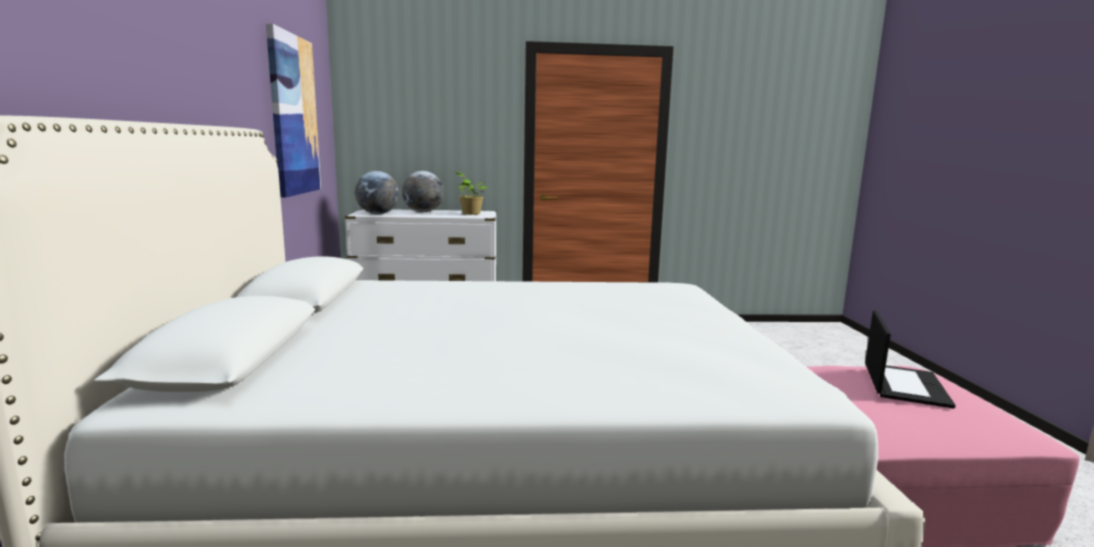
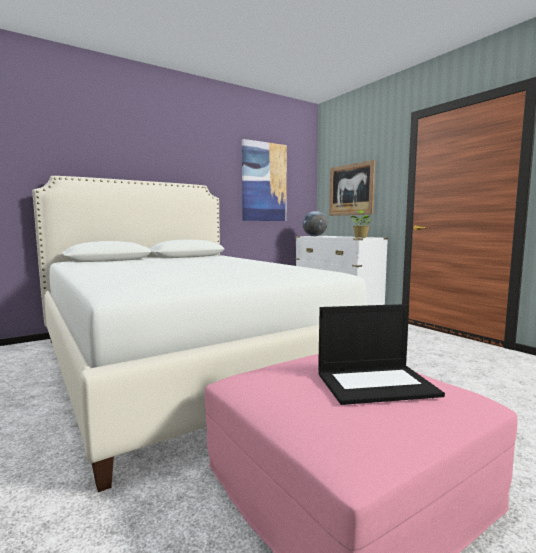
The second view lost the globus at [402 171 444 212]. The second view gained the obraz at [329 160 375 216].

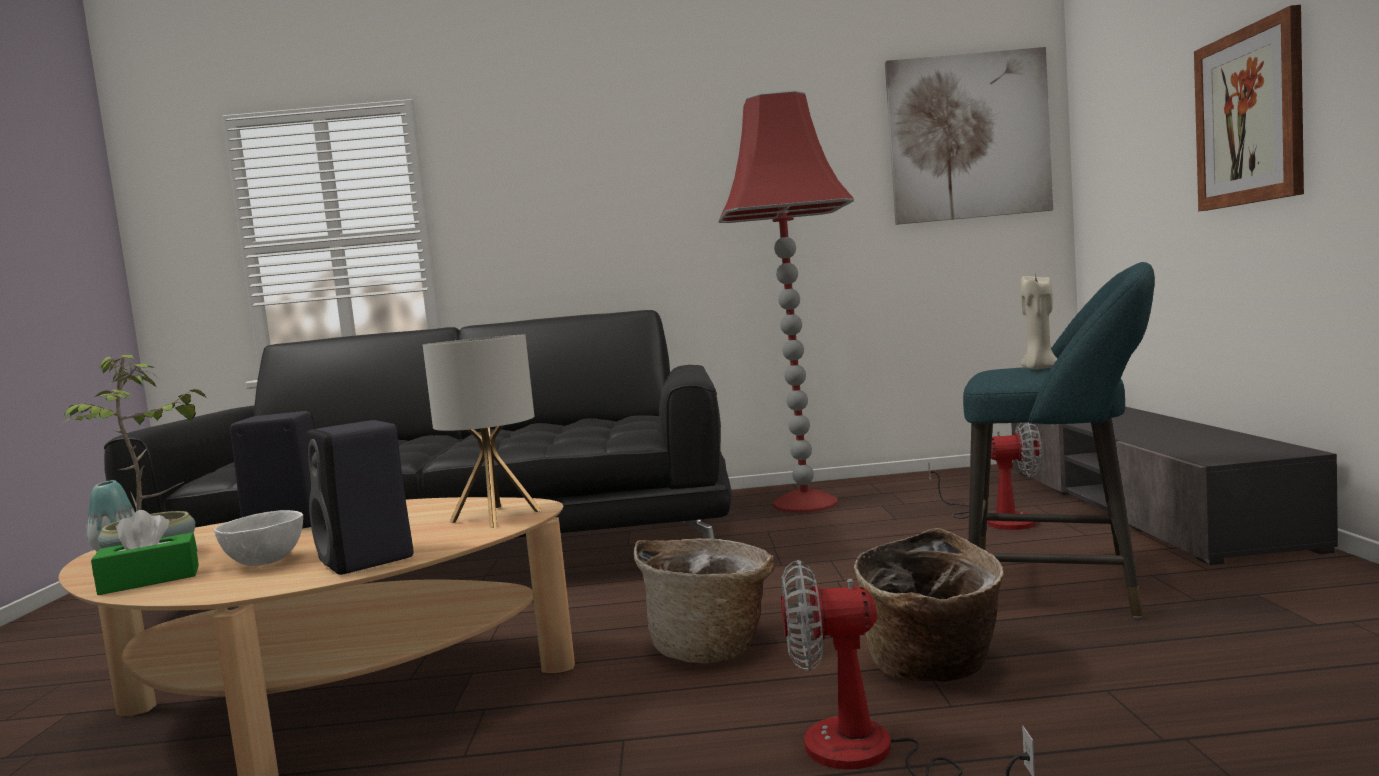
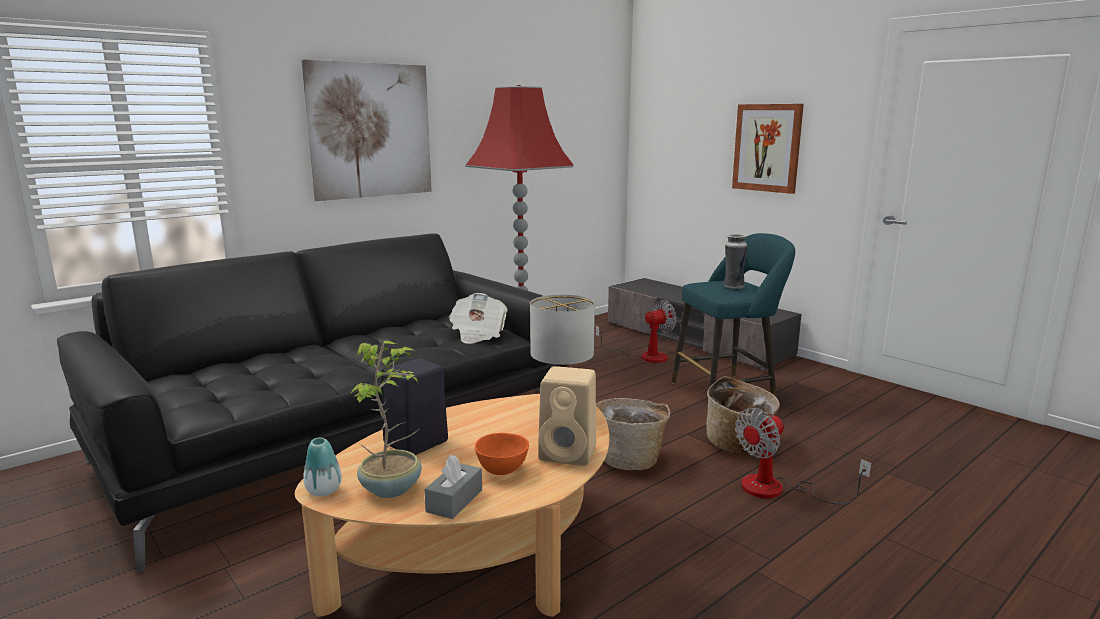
What was the pudełko chusteczek (zielony) at [91 510 199 595] turned into the pudełko chusteczek (szary) at [424 454 482 519]. What was the miska (biały) at [214 510 303 566] turned into the miska (pomarańczowy) at [475 433 529 475]. What was the głośnik (czarny) at [306 420 413 575] turned into the głośnik (beżowy) at [538 366 596 466]. The obraz ended up elsewhere, having gone from [885 47 1053 225] to [302 59 432 201]. Where the świeca (beżowy) stood at [1020 276 1057 370], the wazon came to stand at [724 234 747 289]. The second view gained the gazeta at [449 293 508 344].

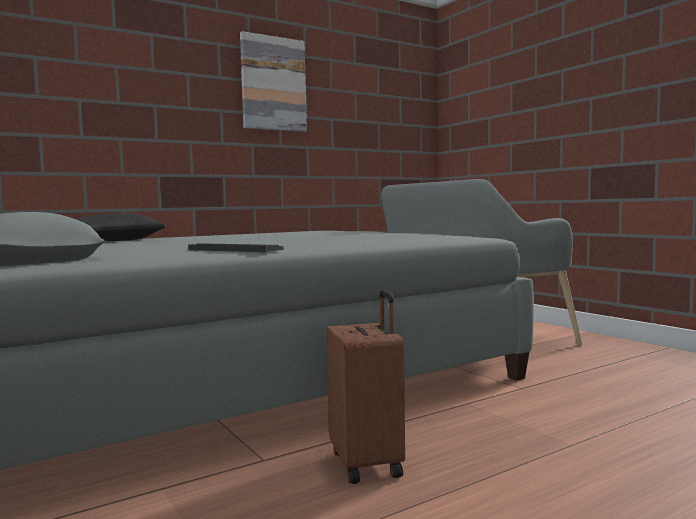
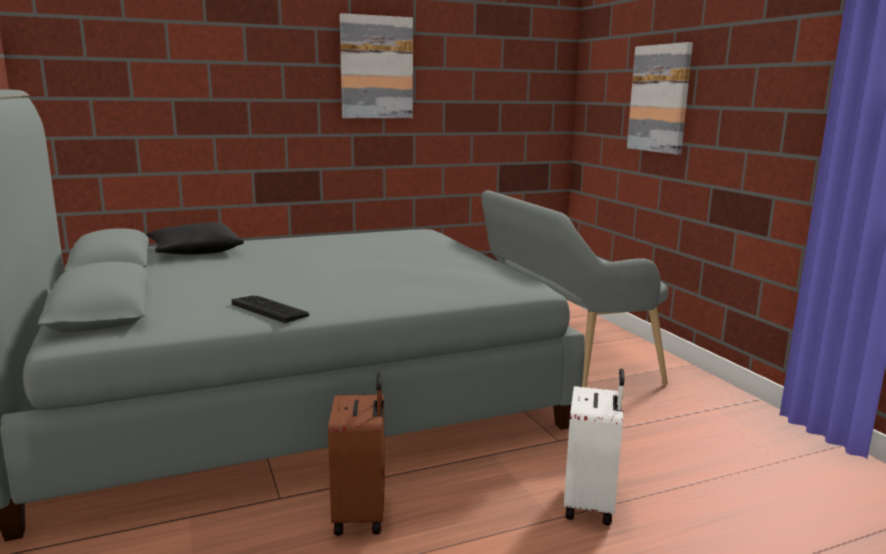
The second view gained the walizka (biały) at [564 369 624 526]. The second view gained the obraz at [627 42 693 155].

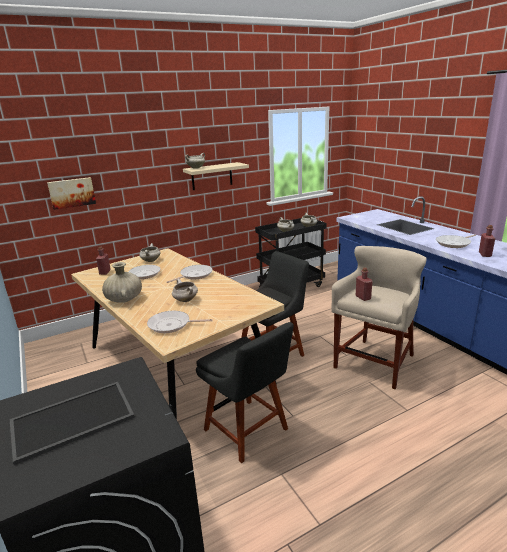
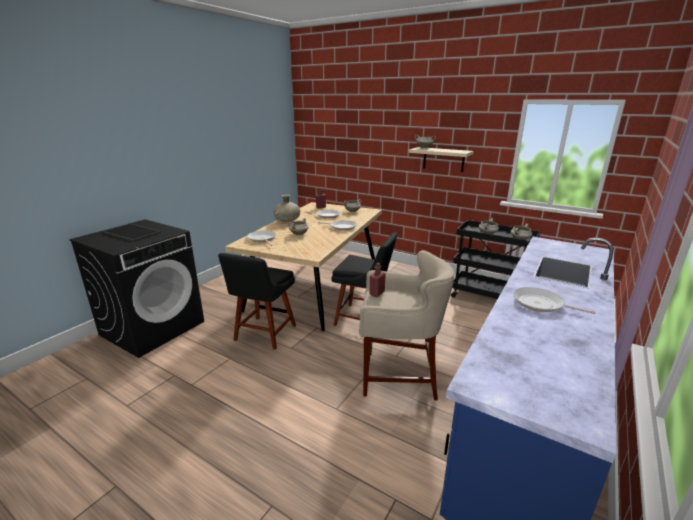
The second view lost the obraz at [47 177 96 210]. The second view lost the butelka (czerwony) at [479 225 495 257].

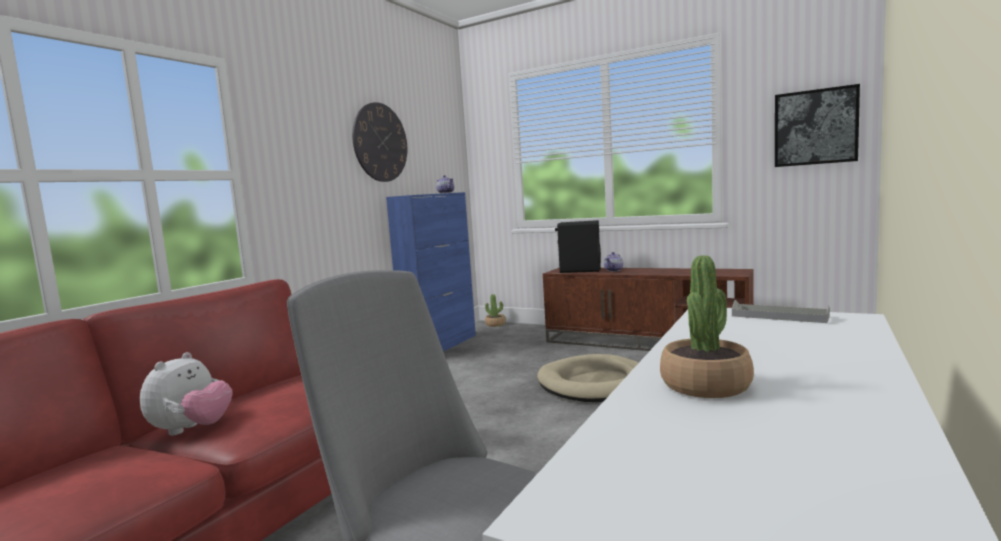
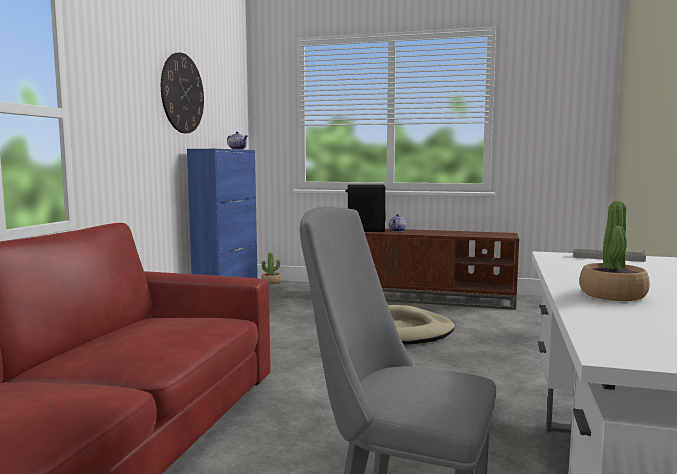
The second view lost the pluszak at [140 352 232 436]. The second view lost the obraz at [775 84 860 167].

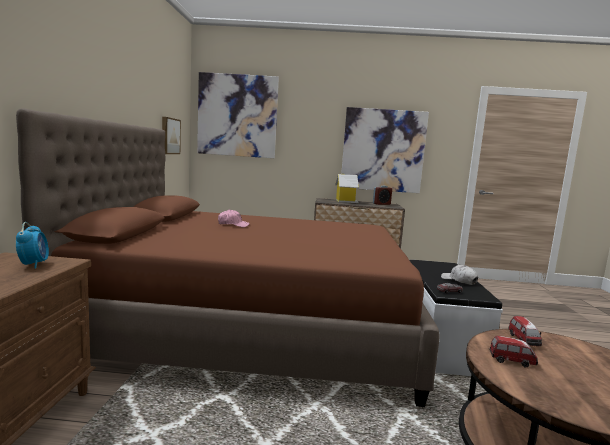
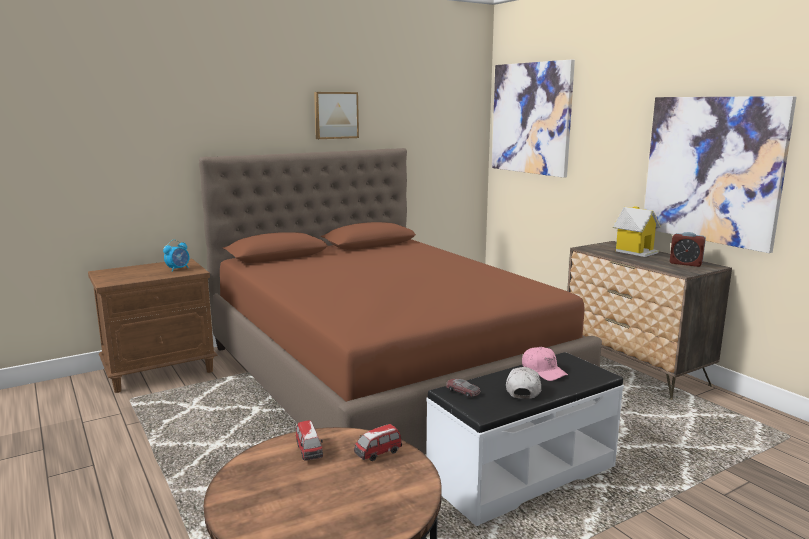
The obraz ended up elsewhere, having gone from [162 117 181 154] to [314 92 359 139]. The czapka z daszkiem (różowy) ended up elsewhere, having gone from [218 209 250 227] to [522 347 568 381].

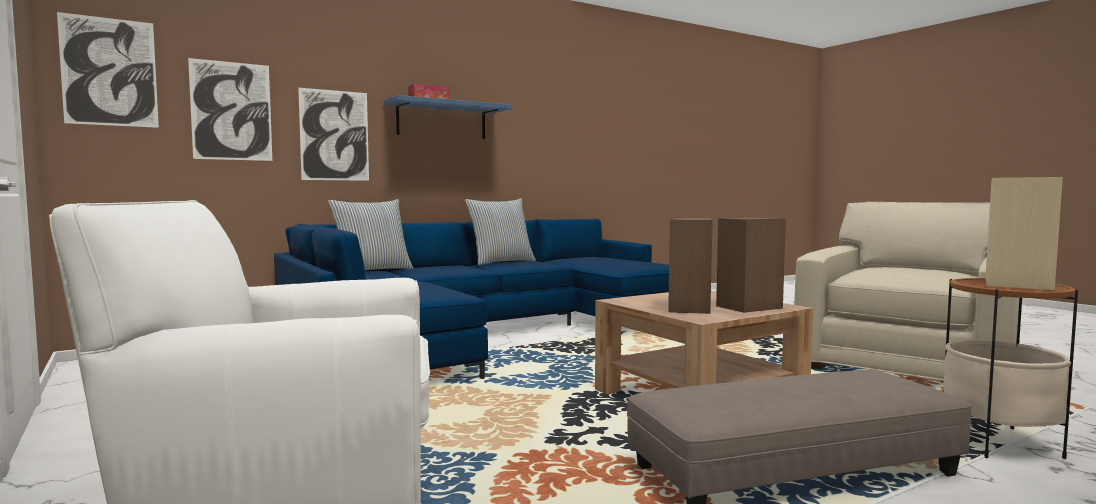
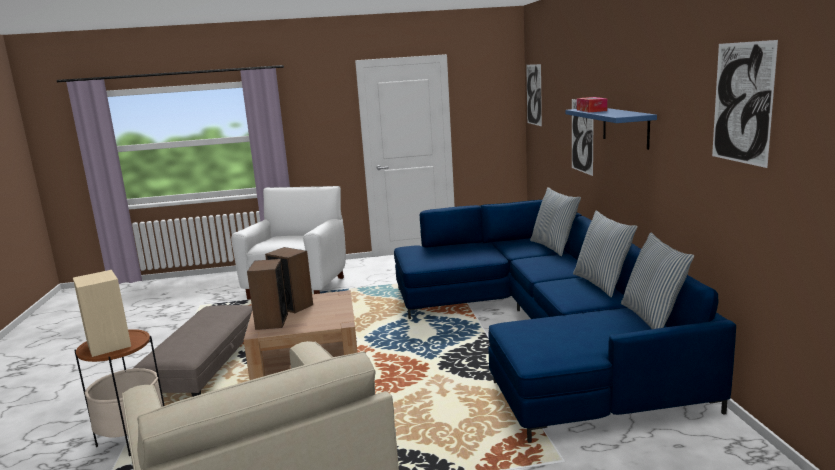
The obraz ended up elsewhere, having gone from [188 58 272 161] to [712 40 778 168]. The second view gained the poduszka at [621 232 694 329].

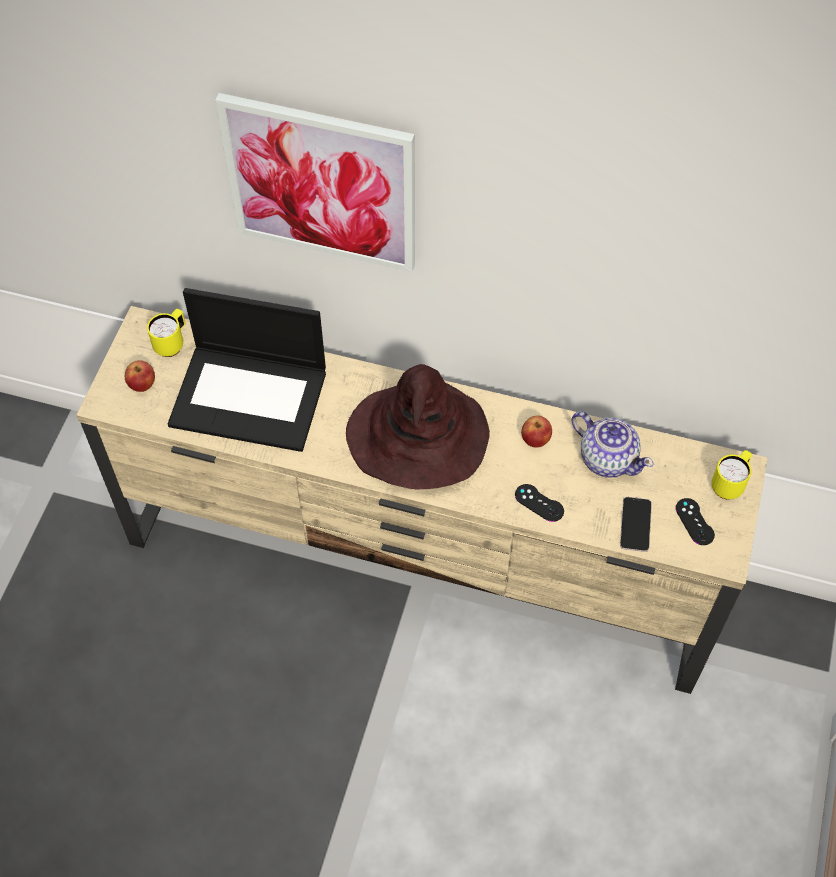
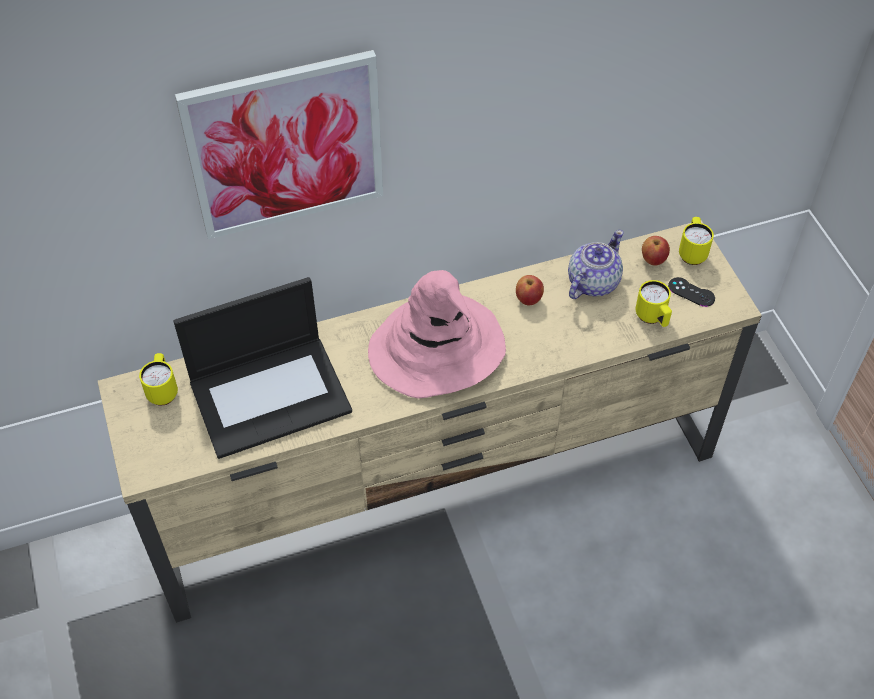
The jabłko ended up elsewhere, having gone from [125 360 155 392] to [642 236 670 266]. What was the kapelusz (brązowy) at [346 364 490 489] turned into the kapelusz (różowy) at [368 270 506 399]. The second view lost the pad do gier (czarny) at [515 484 564 522]. The imbryk at [571 412 654 478] ended up facing another way, 60 degrees counterclockwise from before. Where the telefon stood at [620 497 652 552], the kubek (żółty) came to stand at [635 280 672 327].

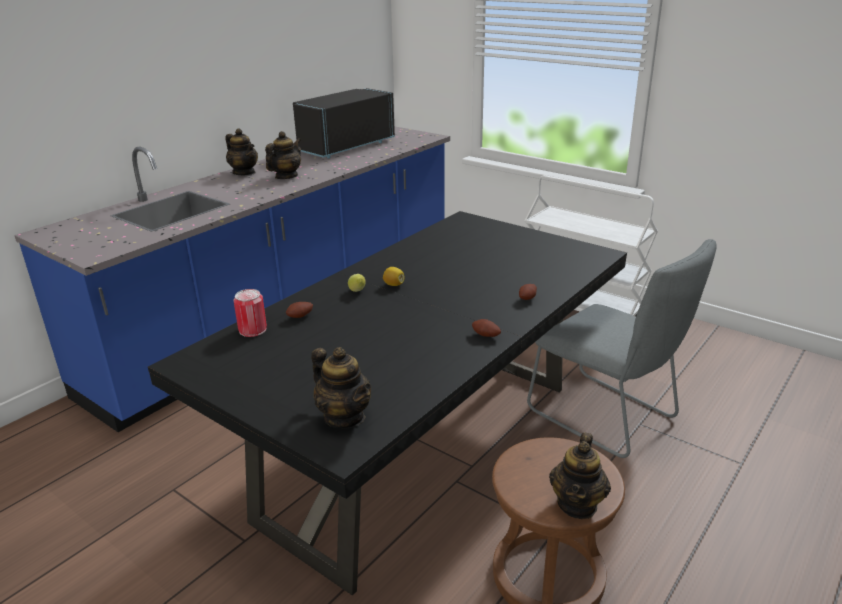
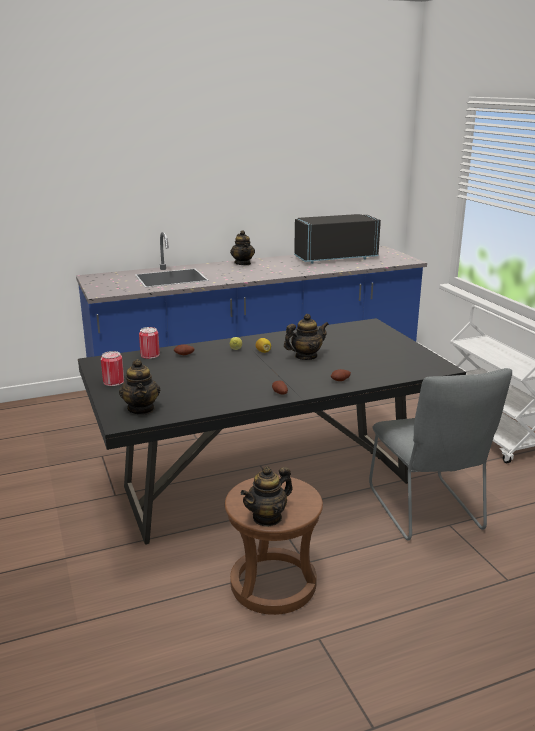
The imbryk ended up elsewhere, having gone from [265 131 301 179] to [284 314 329 360]. The second view gained the puszka at [101 351 124 386].

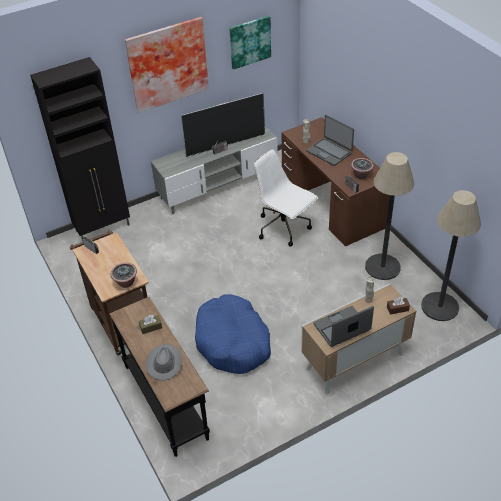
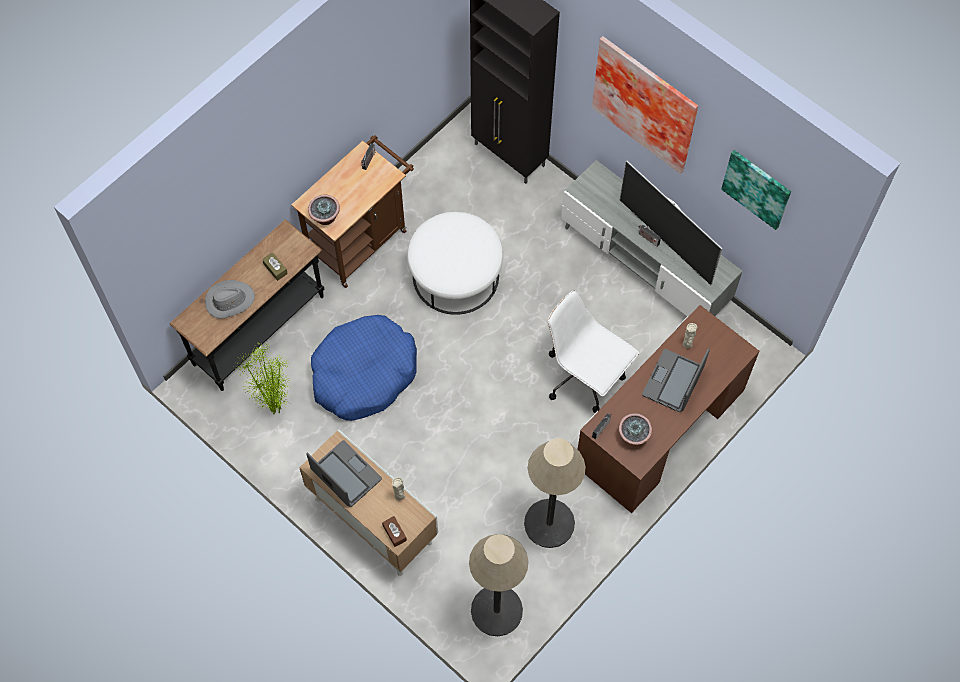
The krzesło biurowe (biały) at [254 149 318 247] ended up facing another way, 75 degrees counterclockwise from before. The second view gained the roślina doniczkowa at [234 341 292 414]. The second view gained the pufa (biały) at [407 212 503 315].

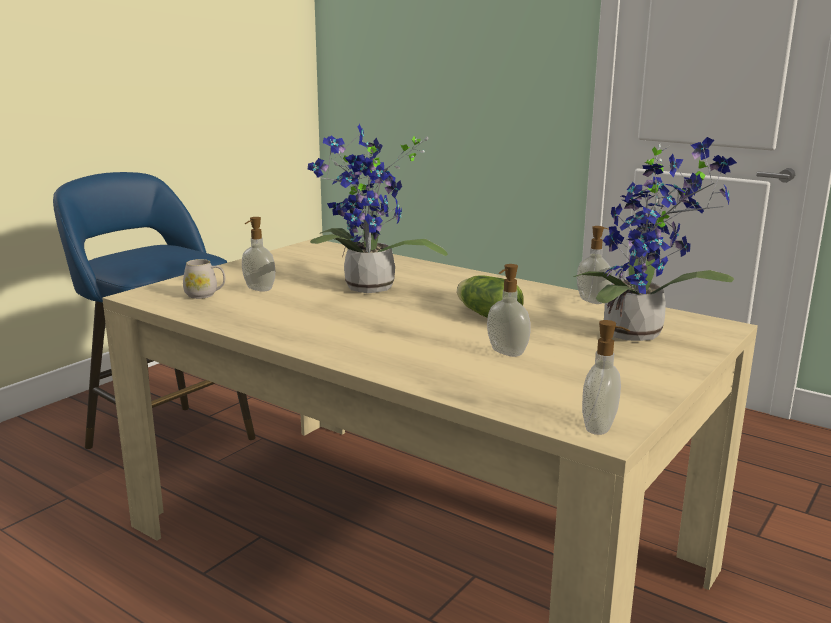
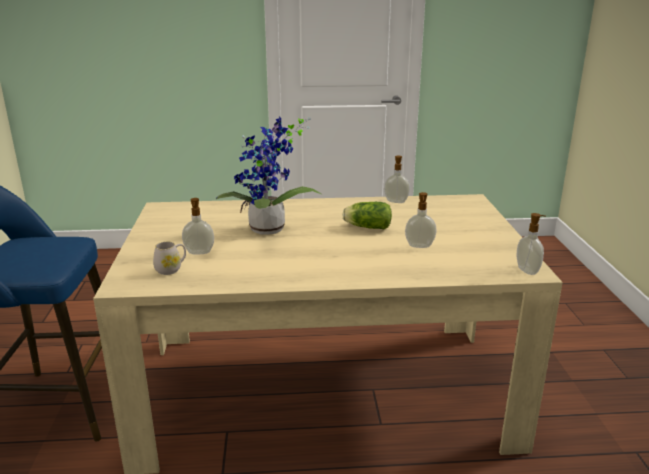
The second view lost the roślina doniczkowa at [573 137 737 341].

